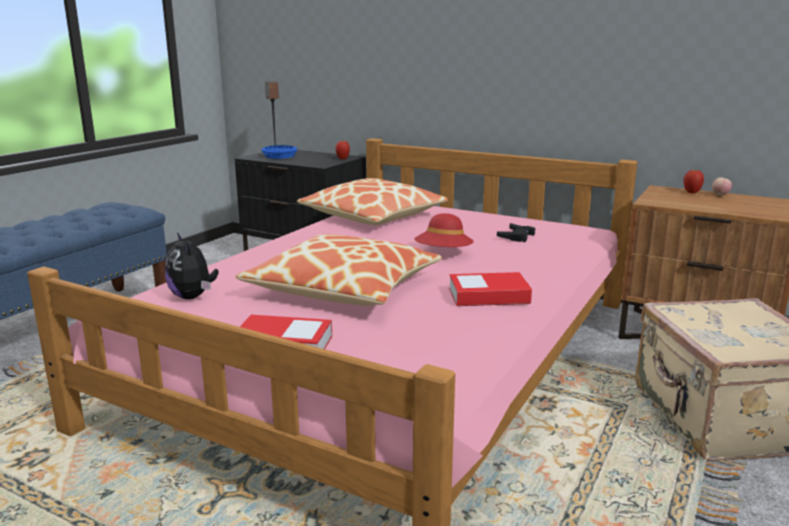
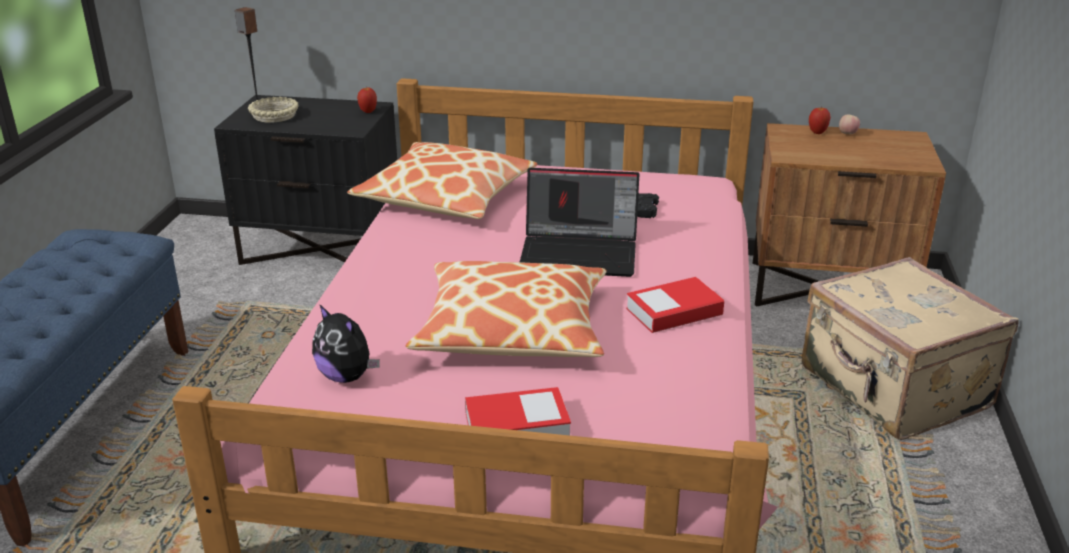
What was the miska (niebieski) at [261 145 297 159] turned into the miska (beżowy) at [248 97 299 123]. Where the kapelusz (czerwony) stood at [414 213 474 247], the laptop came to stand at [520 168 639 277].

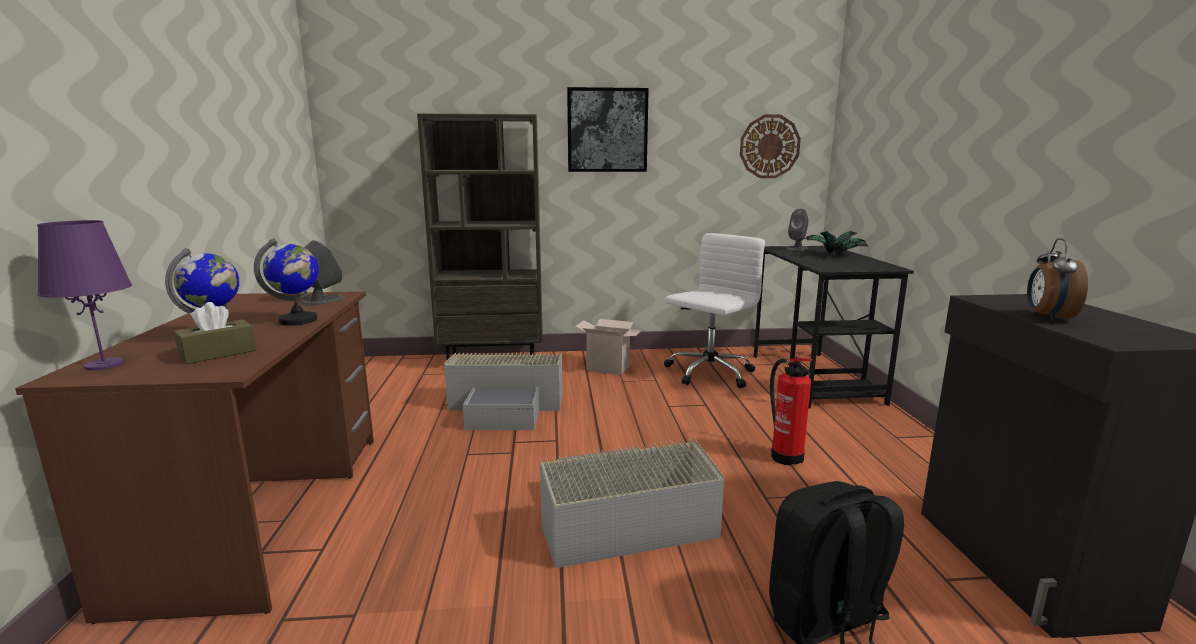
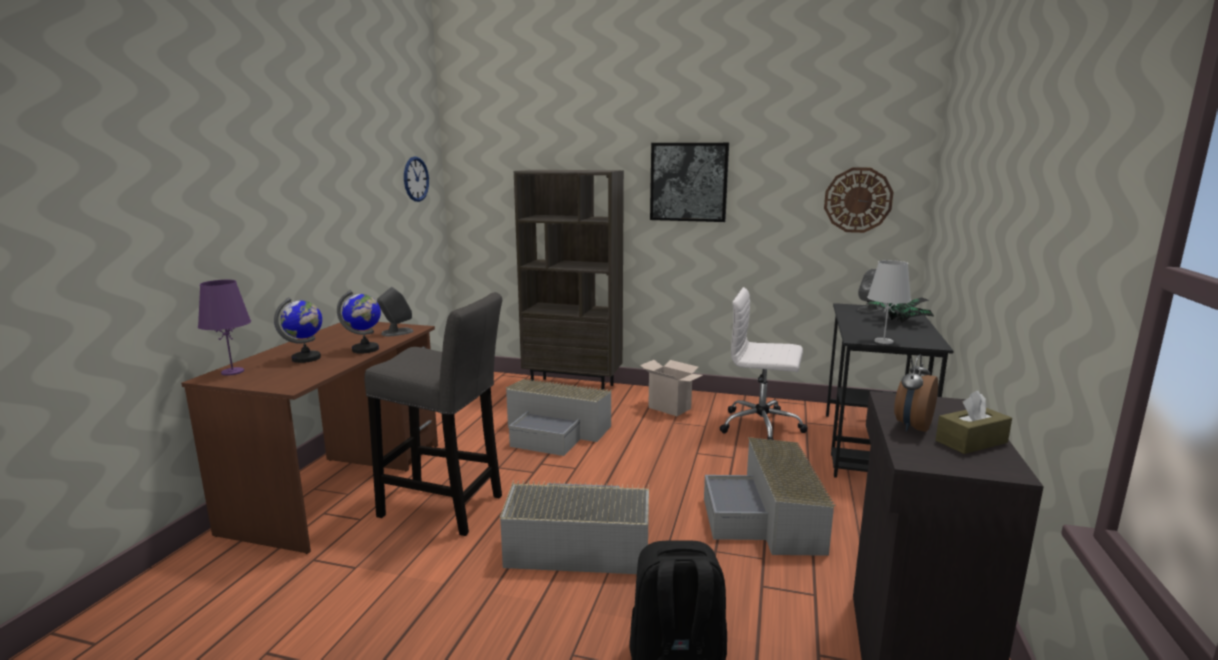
The pudełko chusteczek (brązowy) ended up elsewhere, having gone from [174 302 257 364] to [936 391 1012 454]. The krzesło biurowe (biały) at [664 233 765 388] ended up facing another way, 135 degrees counterclockwise from before. Where the gaśnica stood at [770 358 813 466], the pojemnik do przechowywania (szary) came to stand at [704 437 835 556]. The second view gained the stołek (szary) at [364 292 502 536]. The second view gained the zegar ścienny at [404 157 429 202]. The second view gained the lampa stołowa (biały) at [867 260 911 344].

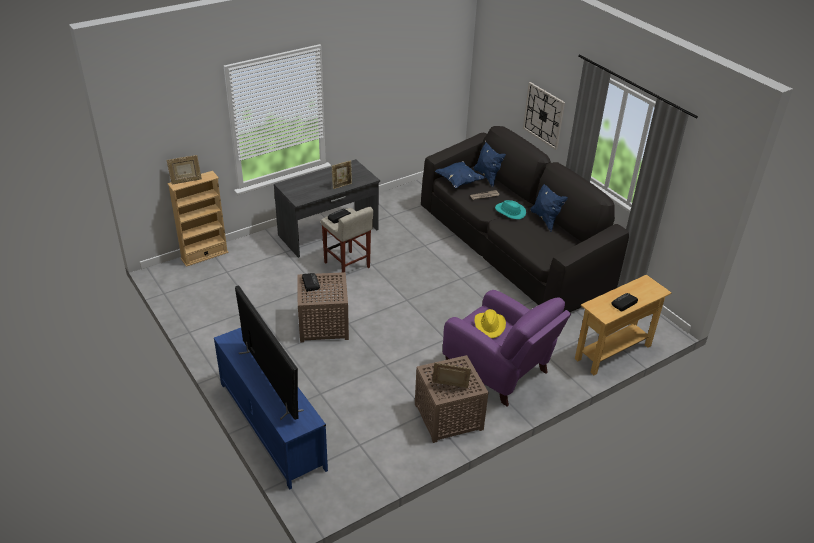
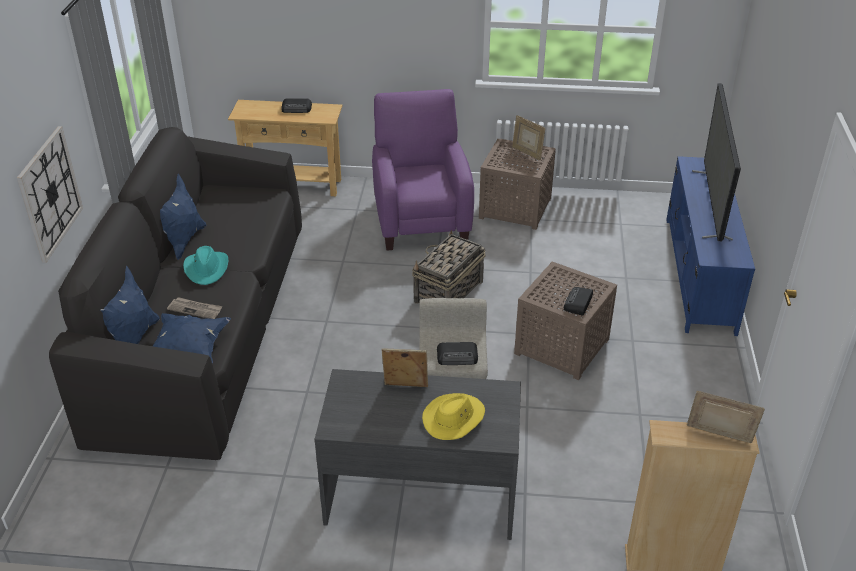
The kapelusz (żółty) ended up elsewhere, having gone from [474 309 506 338] to [422 393 485 440]. The second view gained the koszyk at [412 230 486 303].

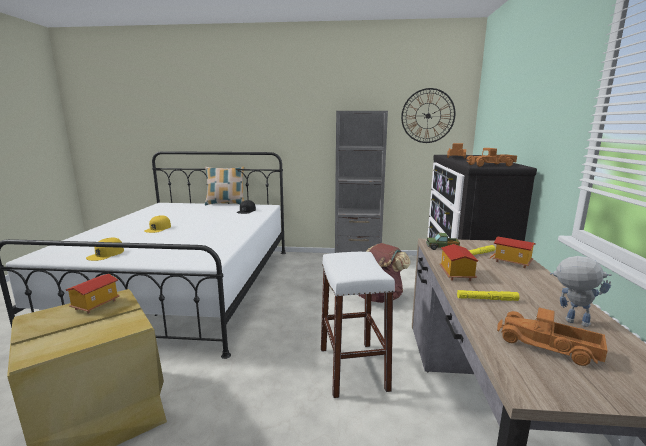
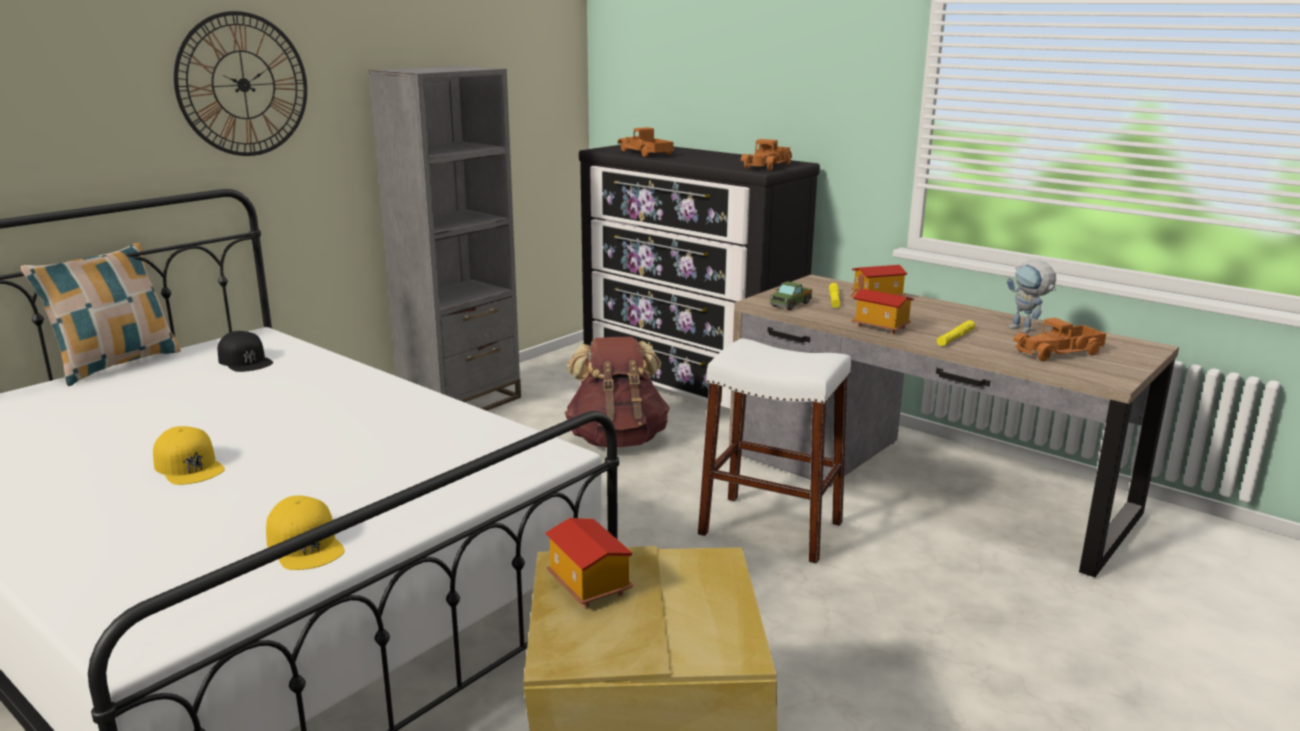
The zegar ścienny ended up elsewhere, having gone from [401 88 455 143] to [174 11 307 156]. The robot zabawkowy at [550 256 612 327] ended up facing another way, 105 degrees counterclockwise from before.

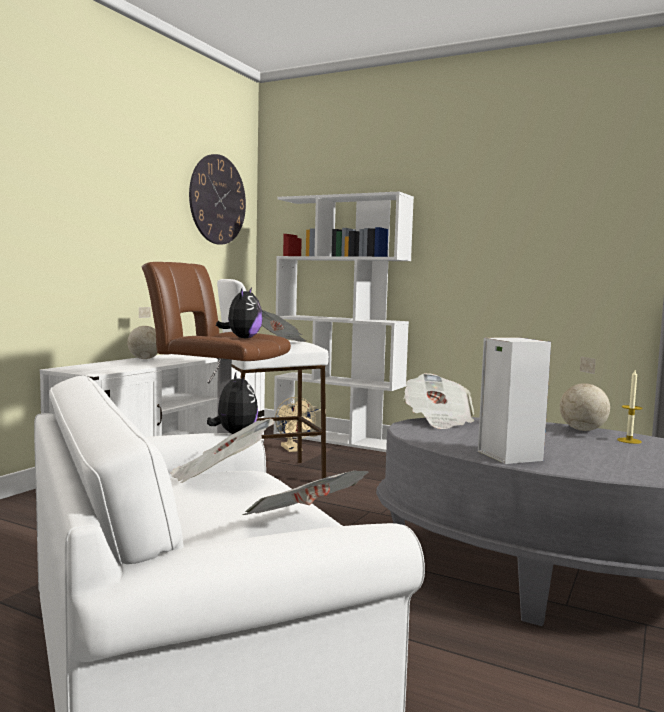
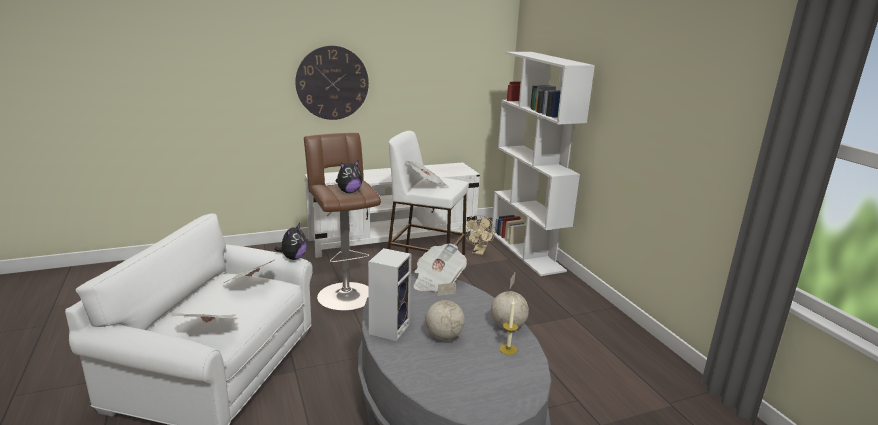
The globus ended up elsewhere, having gone from [127 307 158 359] to [425 282 465 340]. The zegar ścienny ended up elsewhere, having gone from [189 154 246 245] to [295 46 369 120].

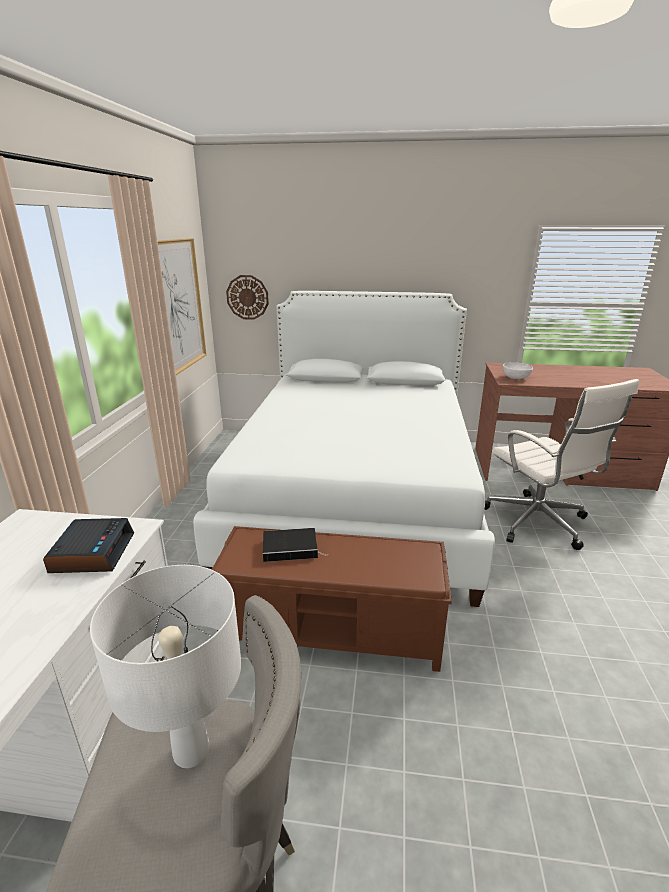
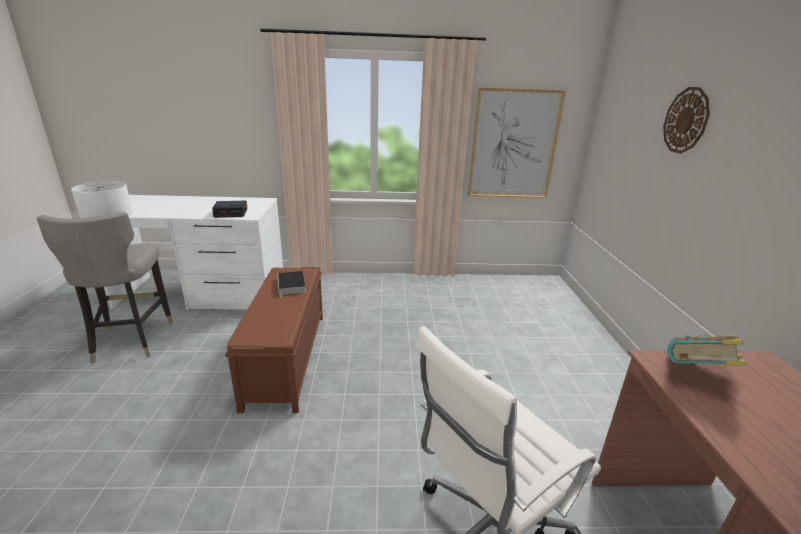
The second view lost the łóżko (biały) at [193 291 495 607]. The zegar ścienny ended up elsewhere, having gone from [226 275 269 320] to [663 87 710 154]. Where the miska (biały) stood at [503 362 533 379], the książka came to stand at [667 335 747 366].

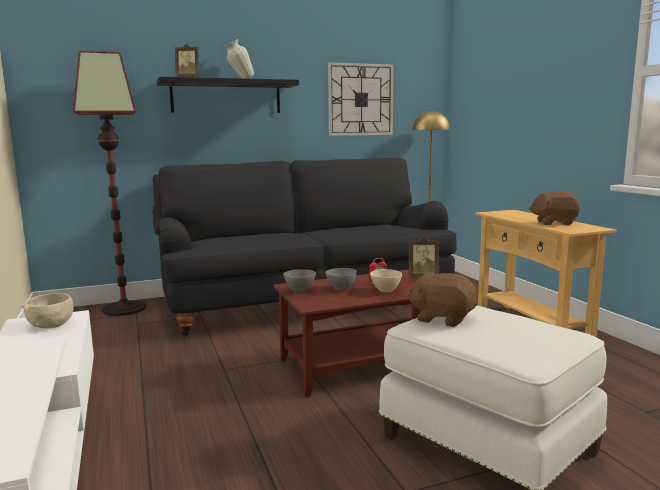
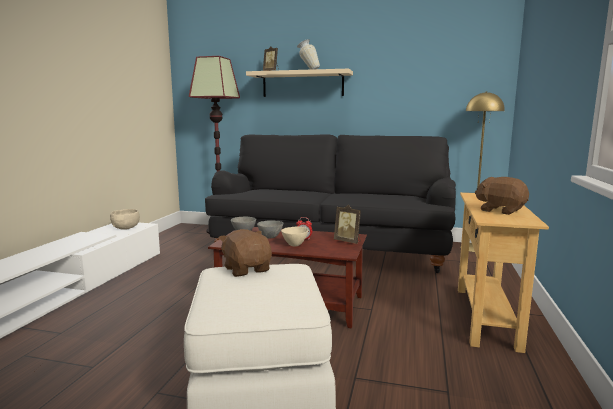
What was the półka (czarny) at [157 77 299 113] turned into the półka (beżowy) at [246 69 353 97]. The second view lost the zegar ścienny at [328 62 394 136].

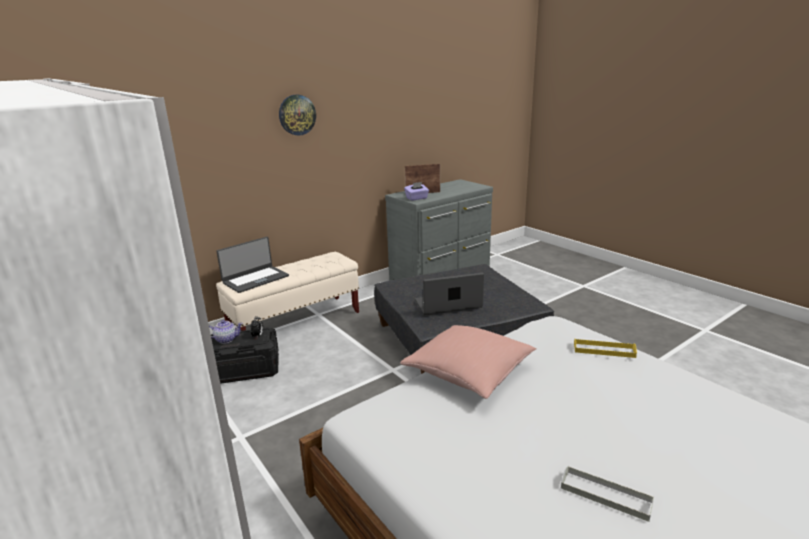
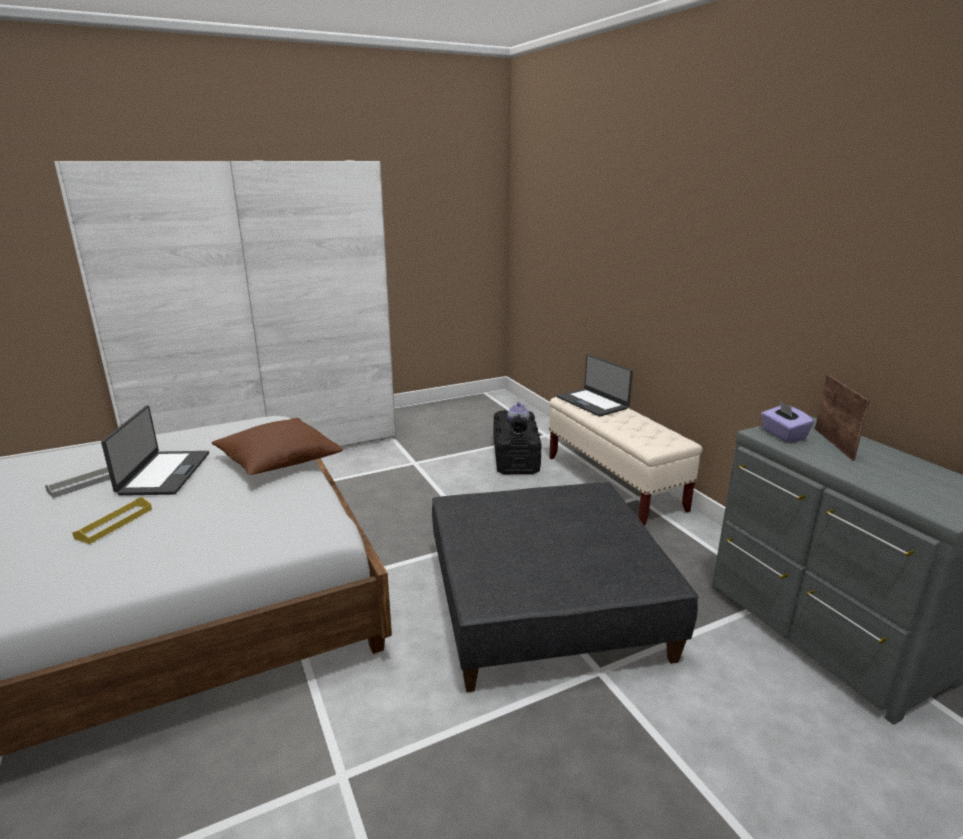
The second view lost the zegar ścienny at [279 95 316 136]. What was the poduszka (różowy) at [400 325 537 399] turned into the poduszka (brązowy) at [212 418 343 475]. The laptop ended up elsewhere, having gone from [415 273 484 315] to [101 405 209 496]. The taca (żółty) ended up elsewhere, having gone from [574 338 637 358] to [72 497 152 544].

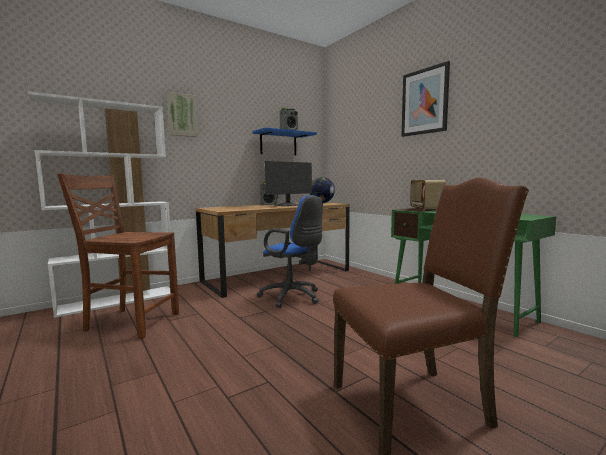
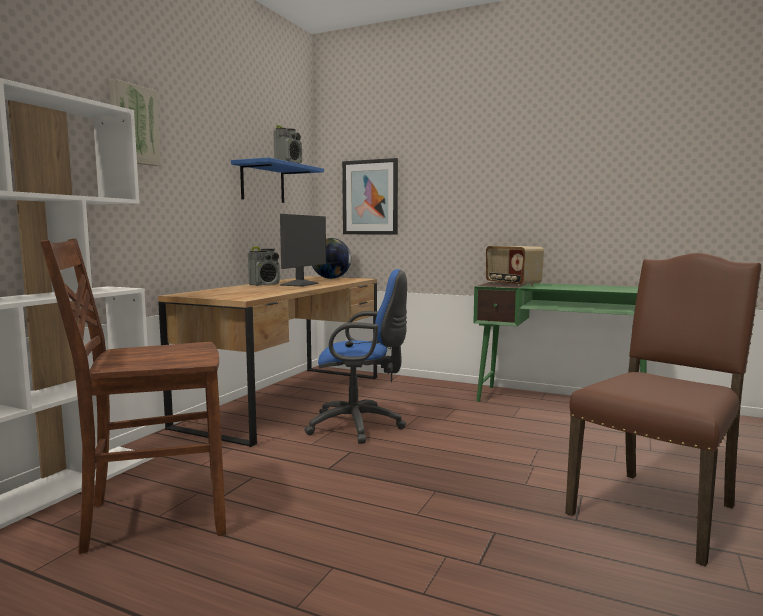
The obraz ended up elsewhere, having gone from [401 61 450 137] to [342 158 398 234].

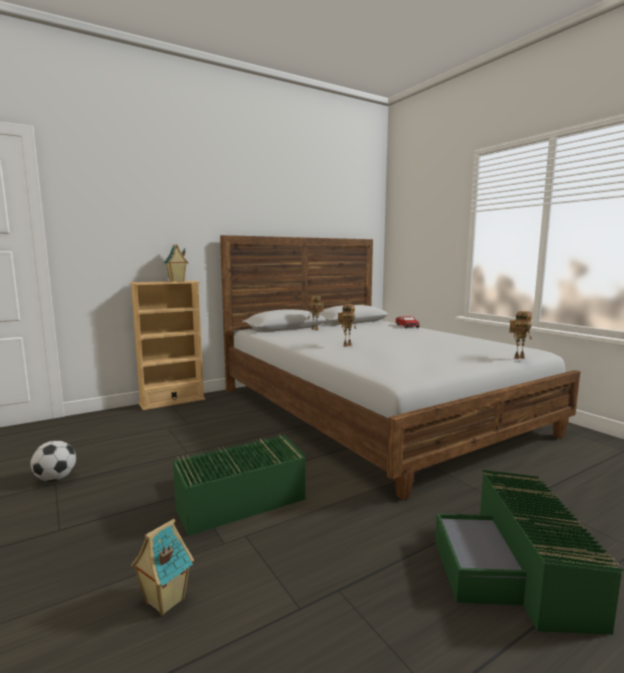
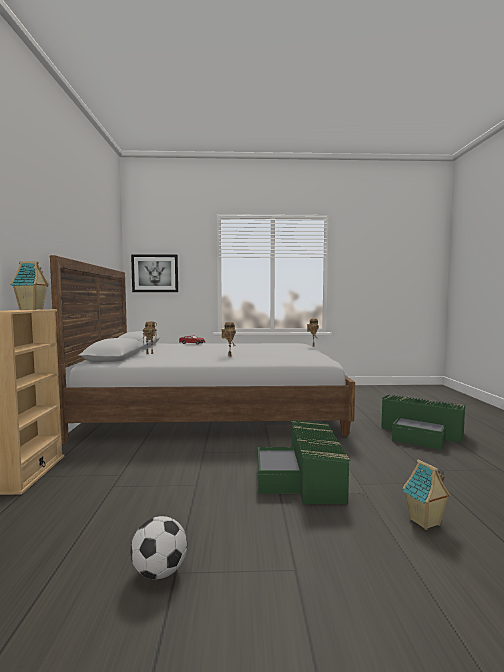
The second view gained the obraz at [131 254 178 292].

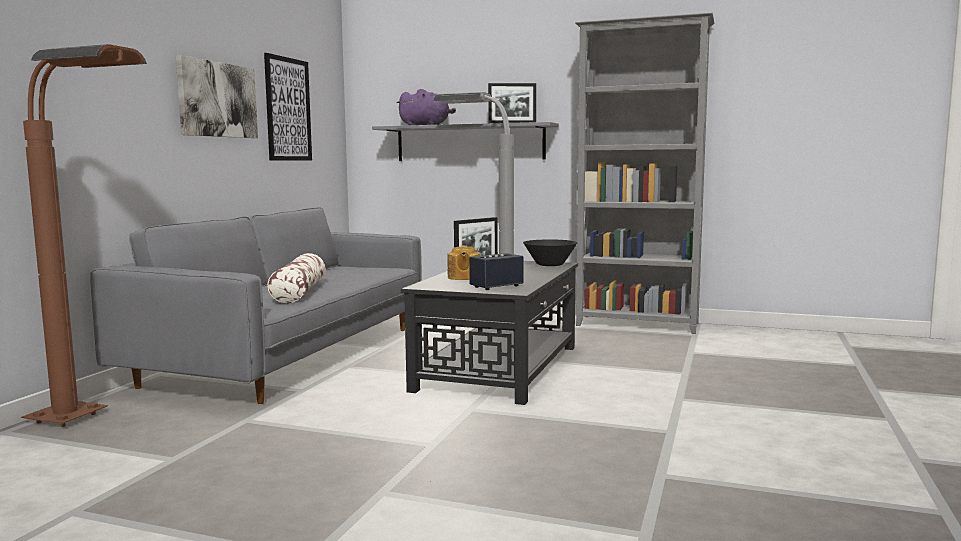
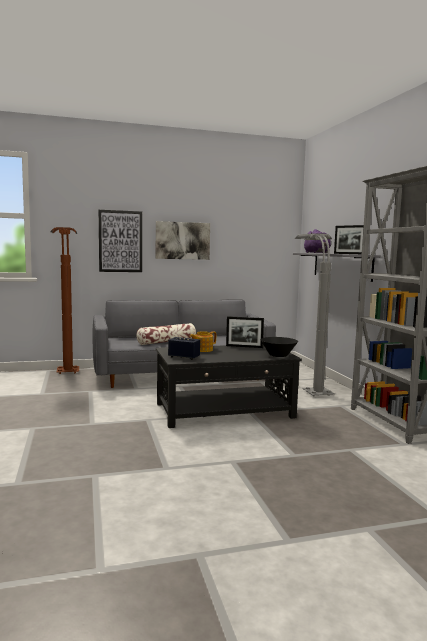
The obraz ended up elsewhere, having gone from [264 53 312 161] to [98 210 142 272].

